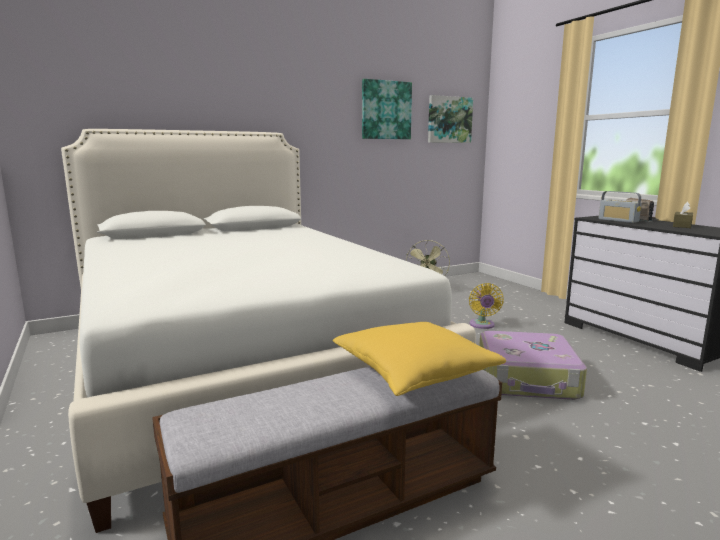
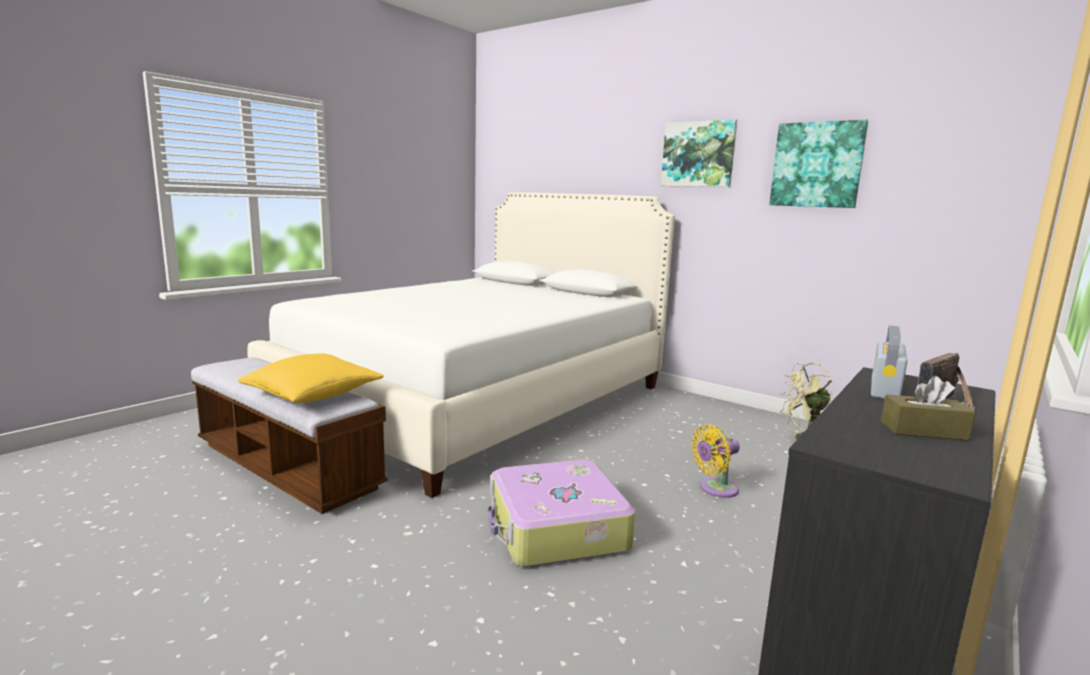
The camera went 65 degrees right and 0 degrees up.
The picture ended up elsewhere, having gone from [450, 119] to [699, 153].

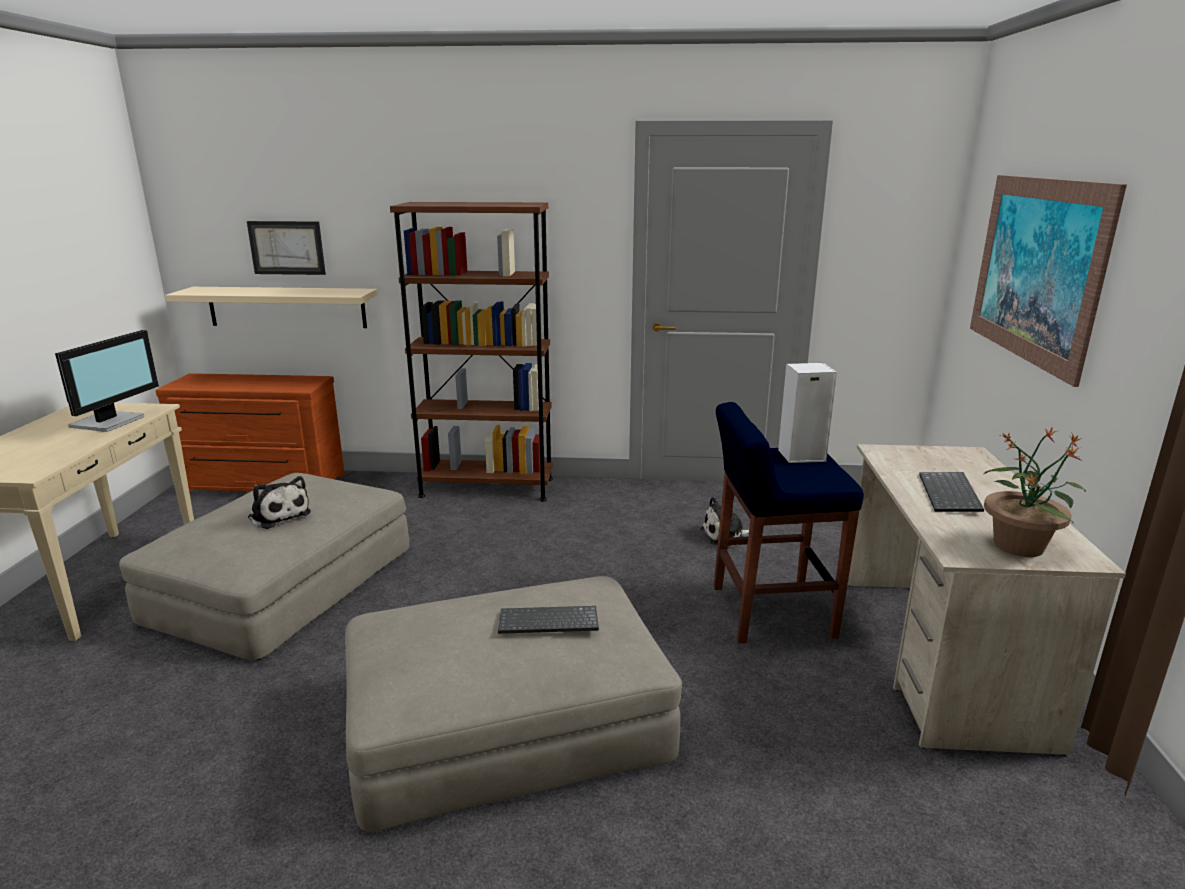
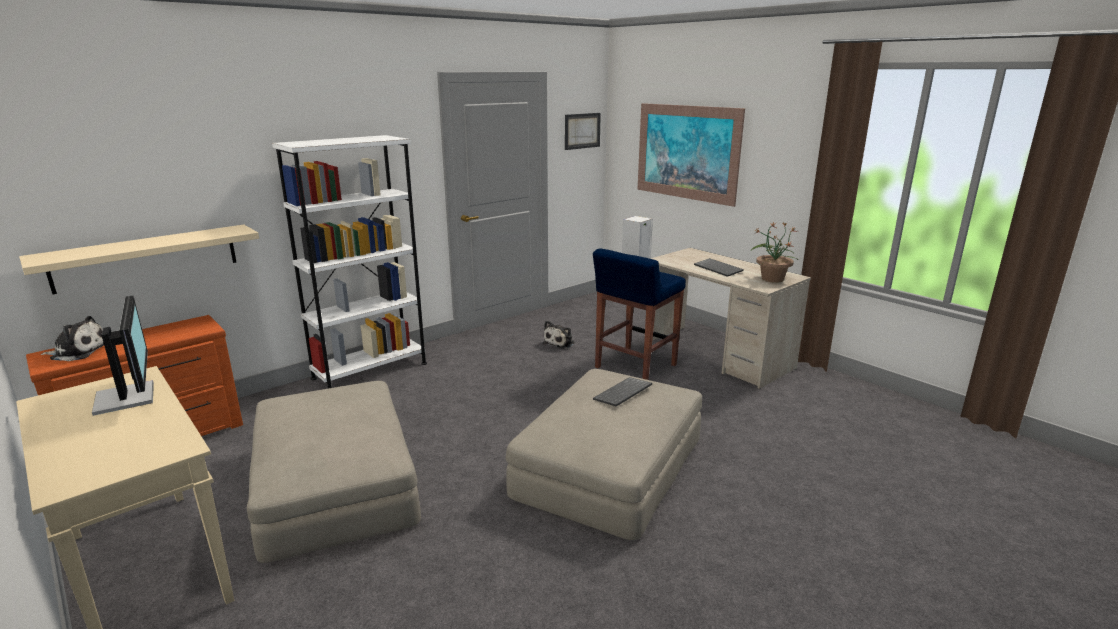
The camera went 45 degrees left and 0 degrees up.
The picture ended up elsewhere, having gone from [286, 248] to [583, 131].
The plush_toy ended up elsewhere, having gone from [279, 502] to [72, 338].
What was the brown_bookcase at [471, 351] turned into the white_bookcase at [349, 261].

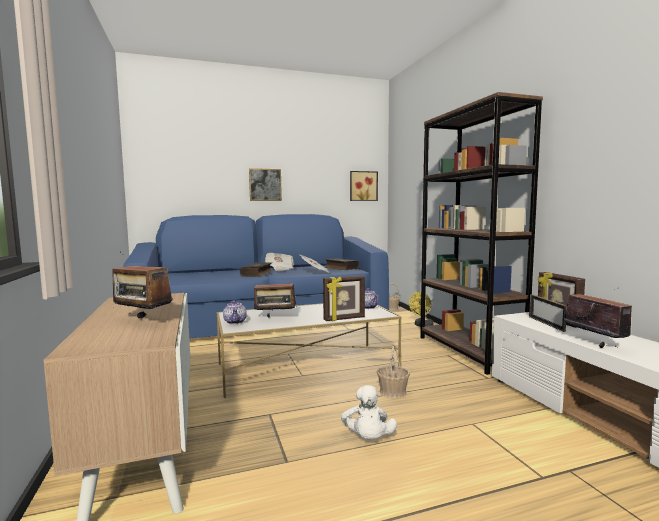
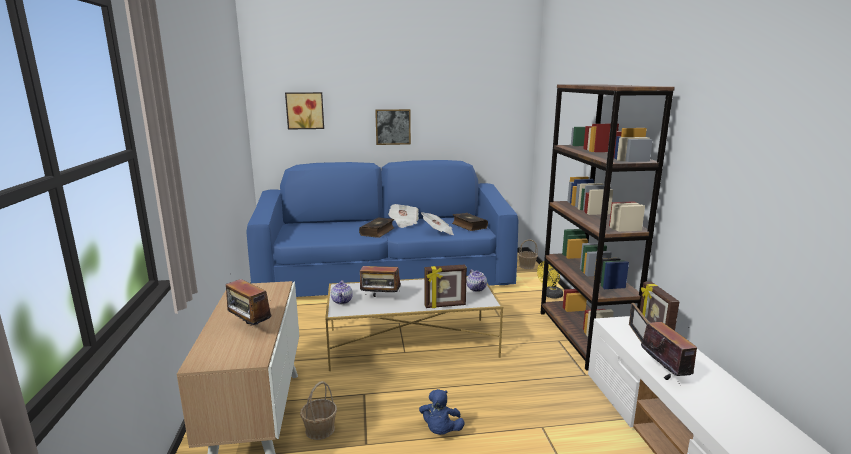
The camera went 10 degrees right and 10 degrees up.
What was the white_plush_toy at [369, 412] turned into the blue_plush_toy at [442, 412].
The picture ended up elsewhere, having gone from [364, 186] to [304, 111].
The basket ended up elsewhere, having gone from [393, 371] to [318, 410].

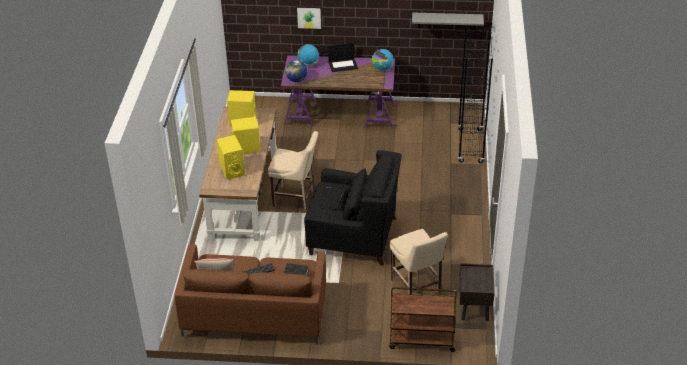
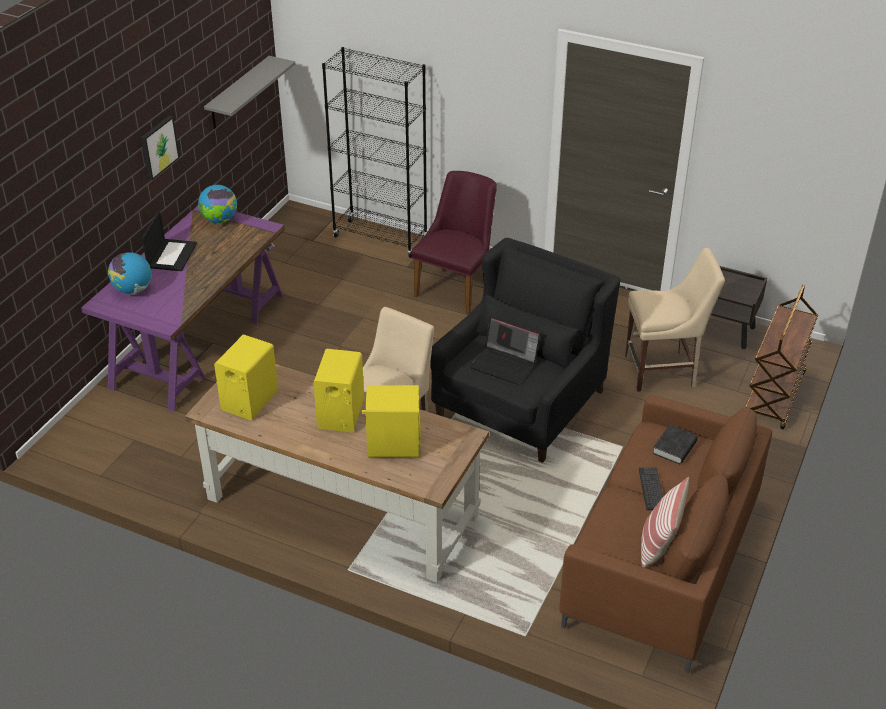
The camera went 70 degrees left and 0 degrees up.
The second view lost the globe at [296, 71].
The picture ended up elsewhere, having gone from [309, 17] to [160, 148].
The second view gained the purple_chair at [454, 242].

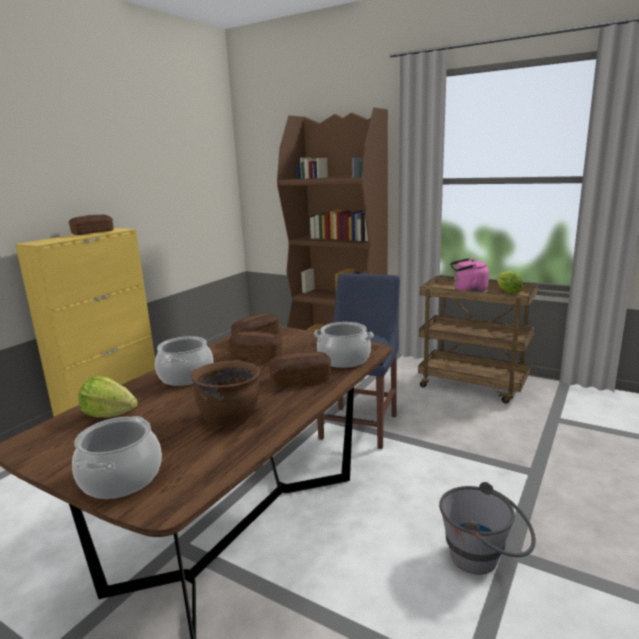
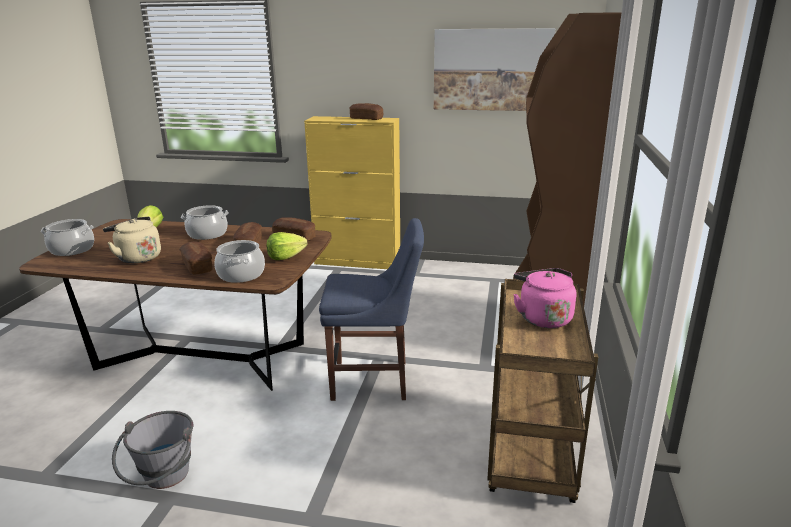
The camera went 70 degrees right and 5 degrees up.
Where the brown_cooking_pot stood at [225, 393], the beige_kettle came to stand at [132, 240].
The lettuce ended up elsewhere, having gone from [509, 282] to [287, 246].
The second view gained the picture at [494, 69].

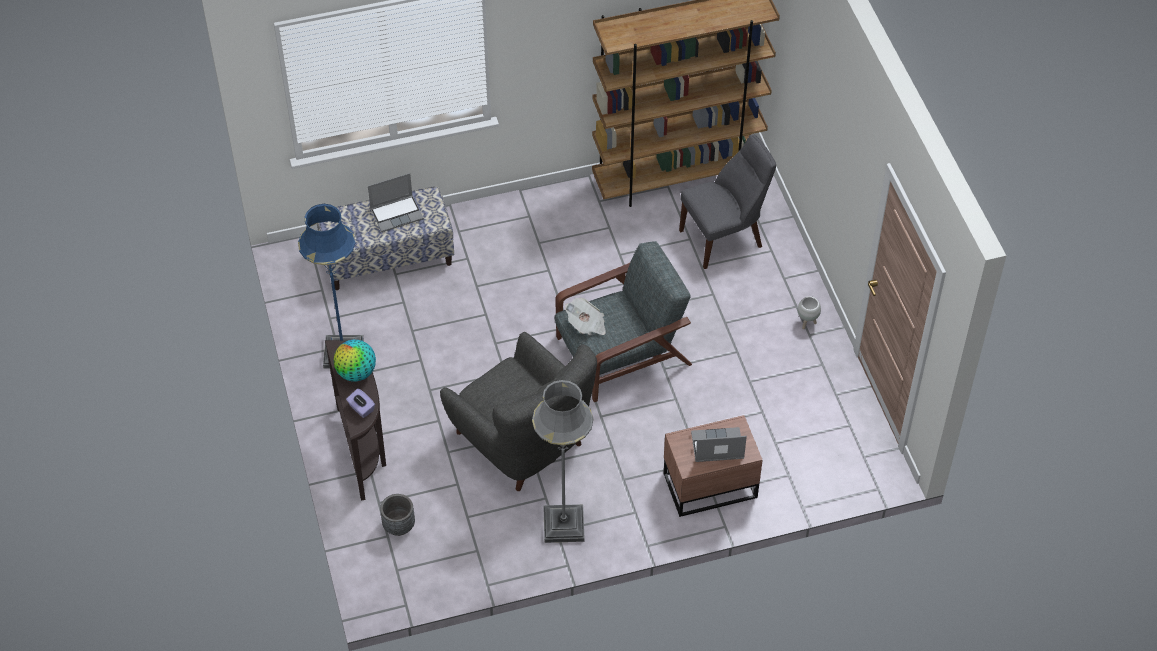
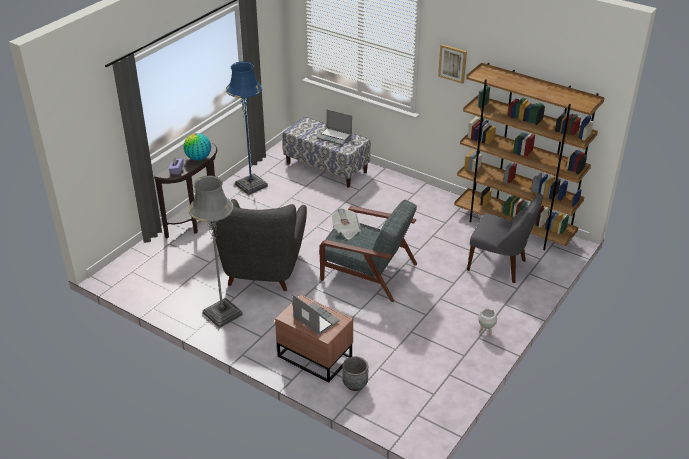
The camera went 50 degrees right and 15 degrees down.
The grey_planter ended up elsewhere, having gone from [397, 515] to [355, 374].
The second view gained the picture at [452, 64].

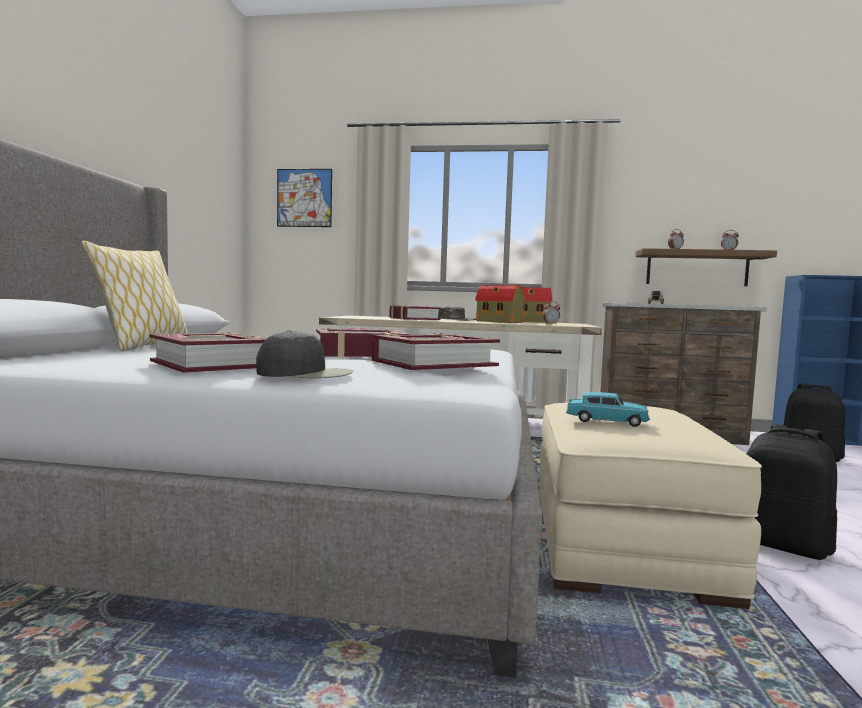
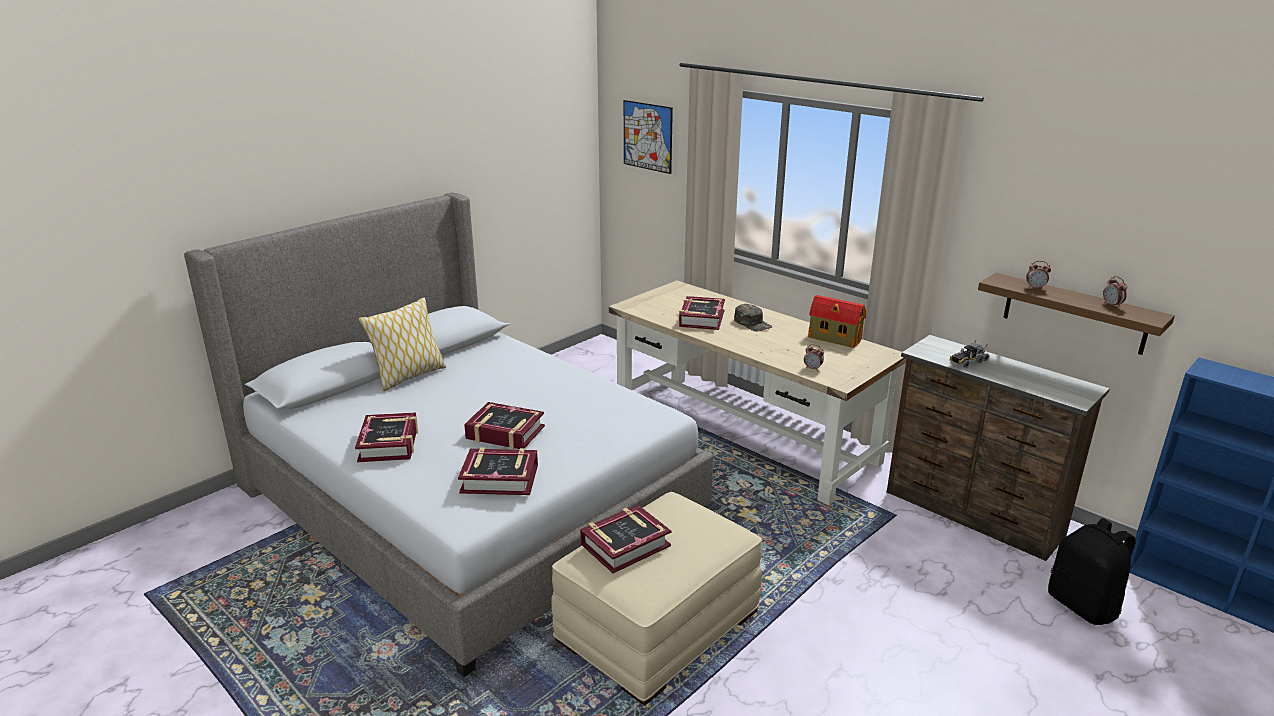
The camera went 35 degrees right and 20 degrees up.
The second view lost the black_cap at [304, 354].
The second view lost the toy_house at [500, 304].
Where the turquoise_toy_car stood at [608, 409], the book came to stand at [625, 539].
The second view lost the black_backpack at [791, 492].

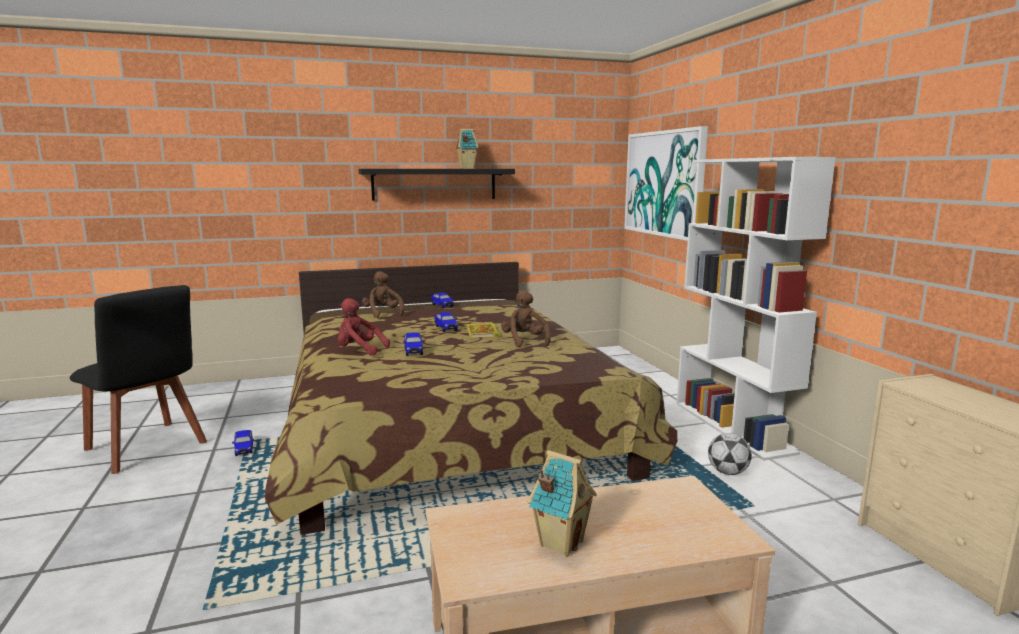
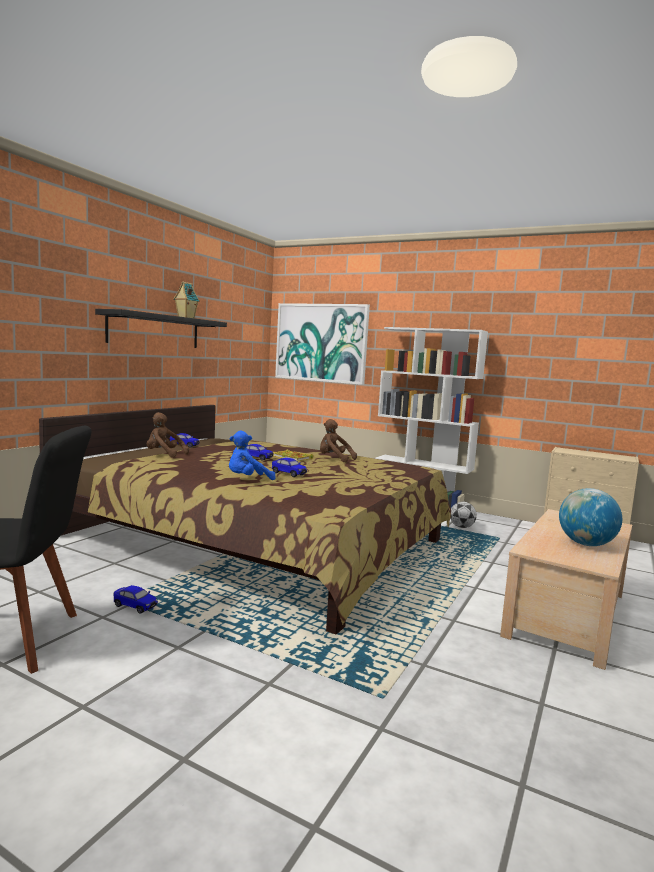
The camera went 45 degrees left and 5 degrees down.
What was the red_plush_toy at [364, 327] turned into the blue_plush_toy at [252, 455].
Where the toy_house stood at [562, 503], the globe came to stand at [590, 517].

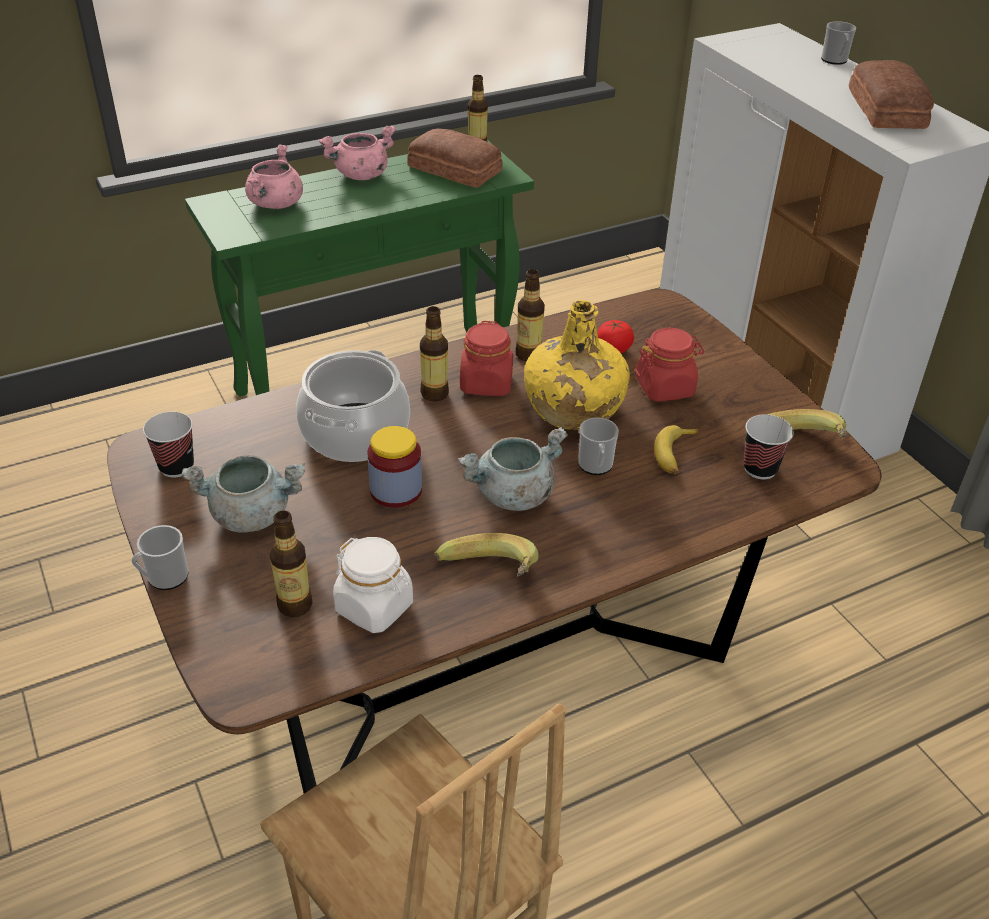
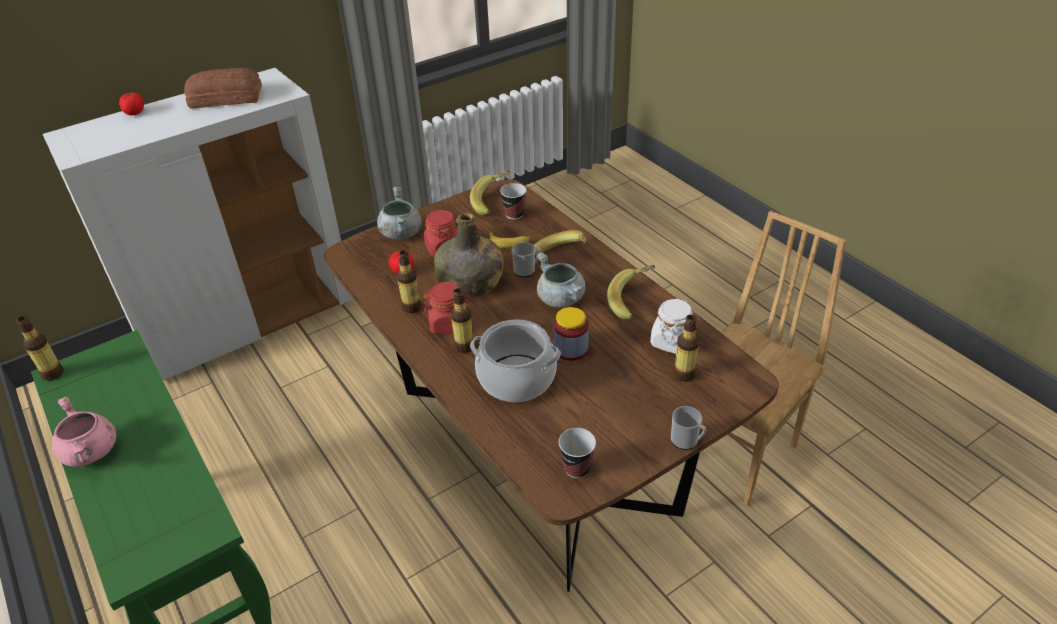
The camera went 95 degrees left and 0 degrees up.
The grey_cooking_pot ended up elsewhere, having gone from [243, 494] to [399, 213].
The second view lost the pink_cooking_pot at [274, 176].
The second view lost the bread at [455, 158].
What was the yellow_bottle at [577, 365] turned into the green_bottle at [469, 255].
Where the mug stood at [838, 43], the tomato came to stand at [131, 104].
The second view gained the banana at [560, 242].

